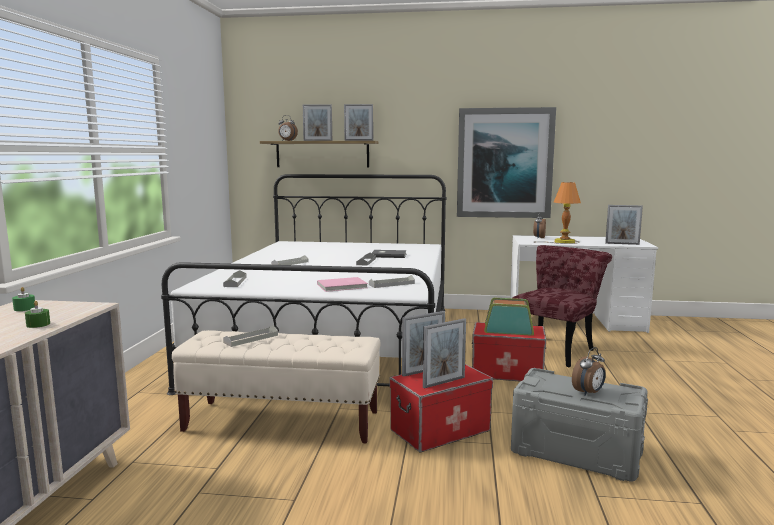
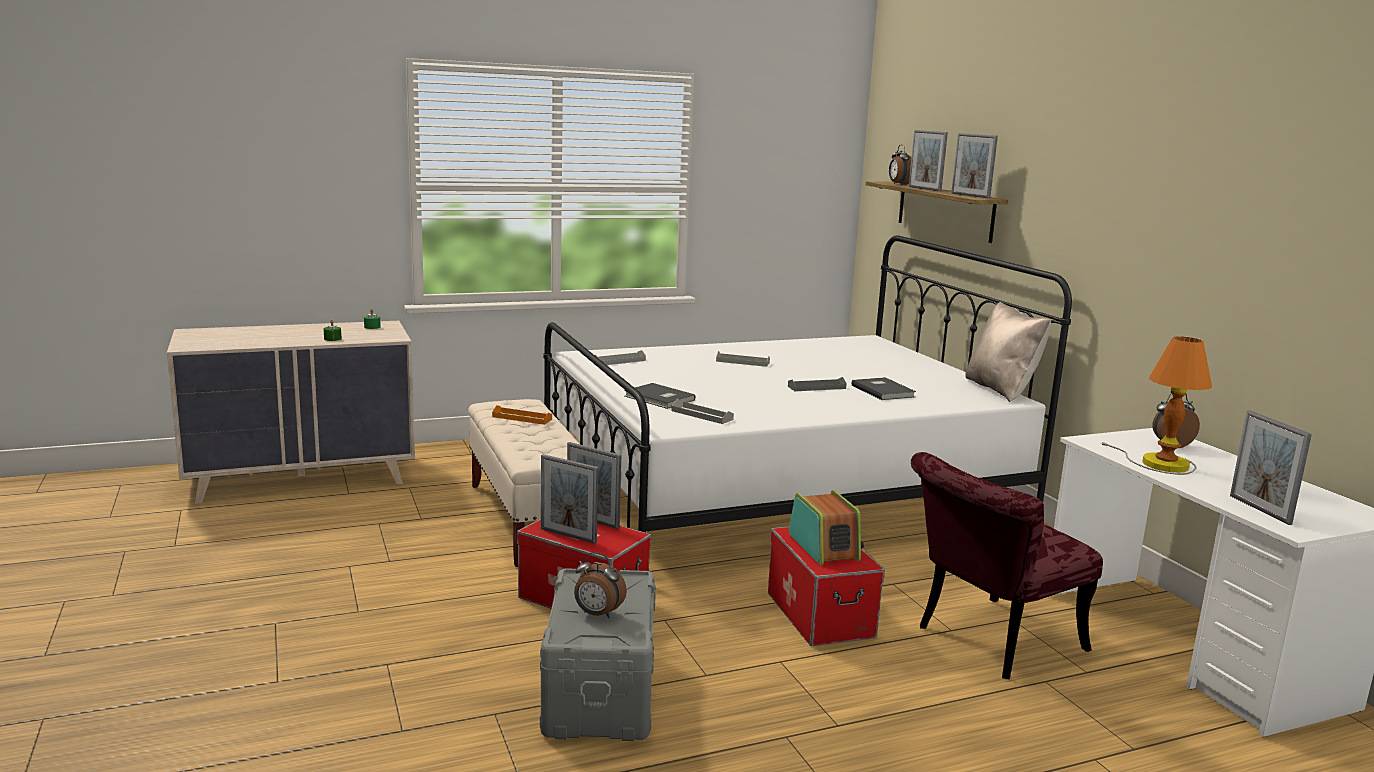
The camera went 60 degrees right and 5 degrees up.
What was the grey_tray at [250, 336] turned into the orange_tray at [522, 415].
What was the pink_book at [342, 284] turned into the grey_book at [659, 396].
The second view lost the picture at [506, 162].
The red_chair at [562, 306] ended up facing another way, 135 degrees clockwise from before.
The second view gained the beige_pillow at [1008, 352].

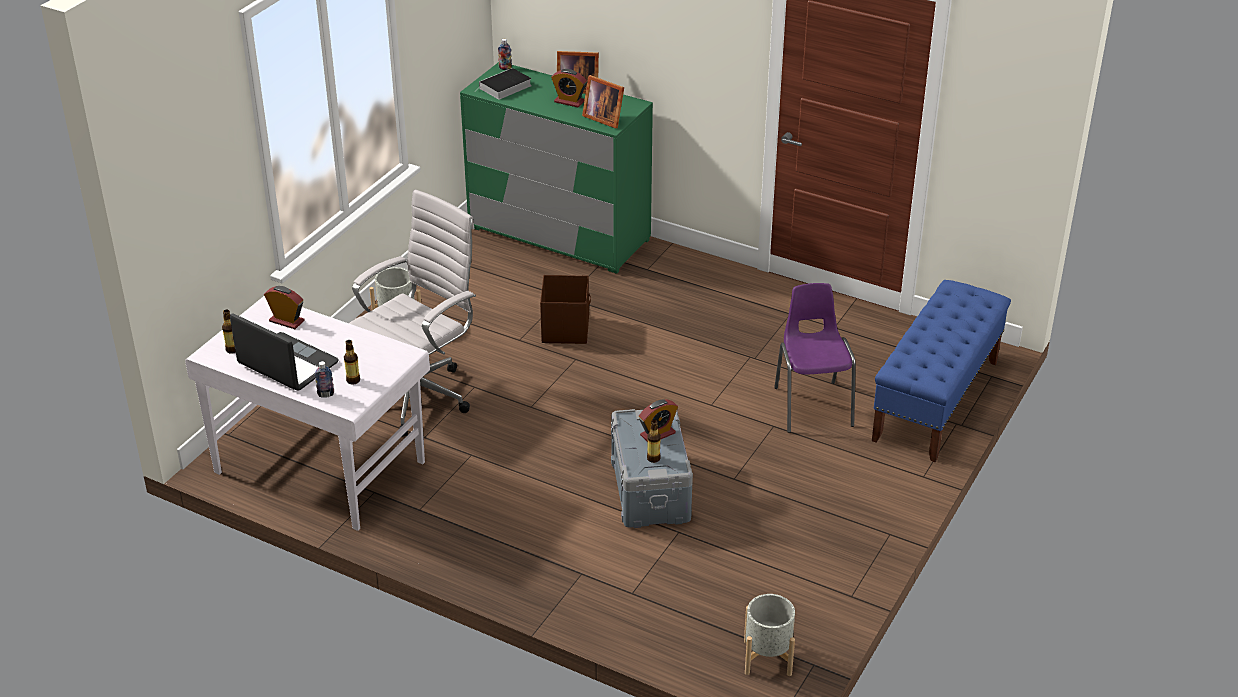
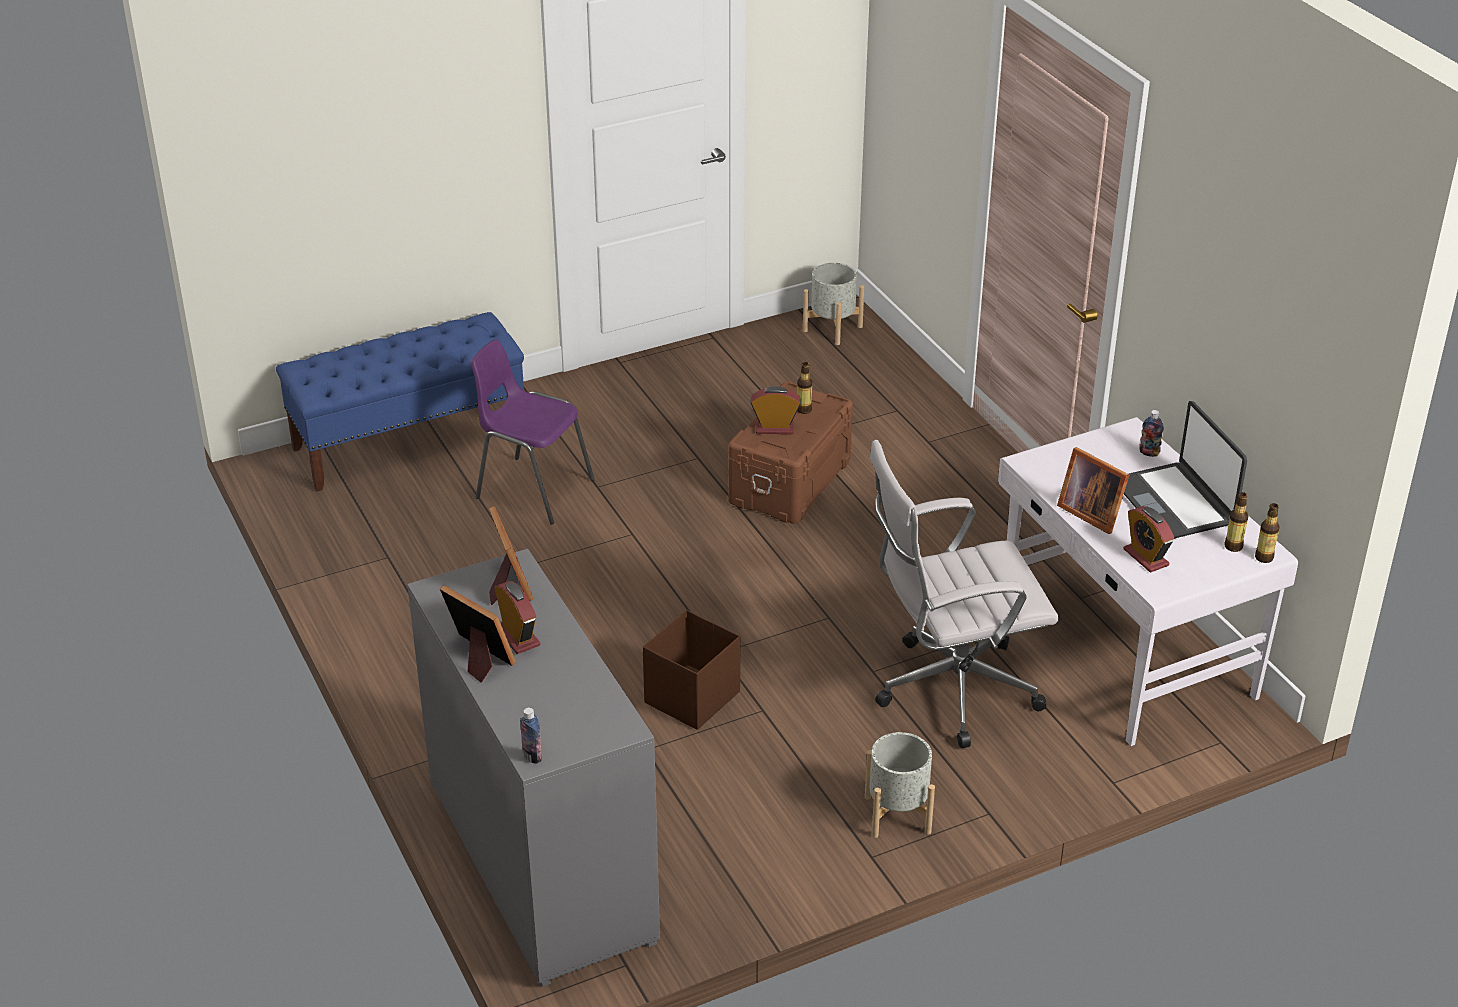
The camera went 145 degrees left and 0 degrees up.
The bottle ended up elsewhere, having gone from [352, 362] to [1267, 533].
What was the green_dresser at [556, 168] turned into the grey_dresser at [533, 768].
The second view lost the book at [503, 84].
What was the grey_storage_box at [652, 468] turned into the brown_storage_box at [790, 453].
The purple_chair at [815, 358] ended up facing another way, 90 degrees clockwise from before.
The second view gained the picture_frame at [1093, 490].

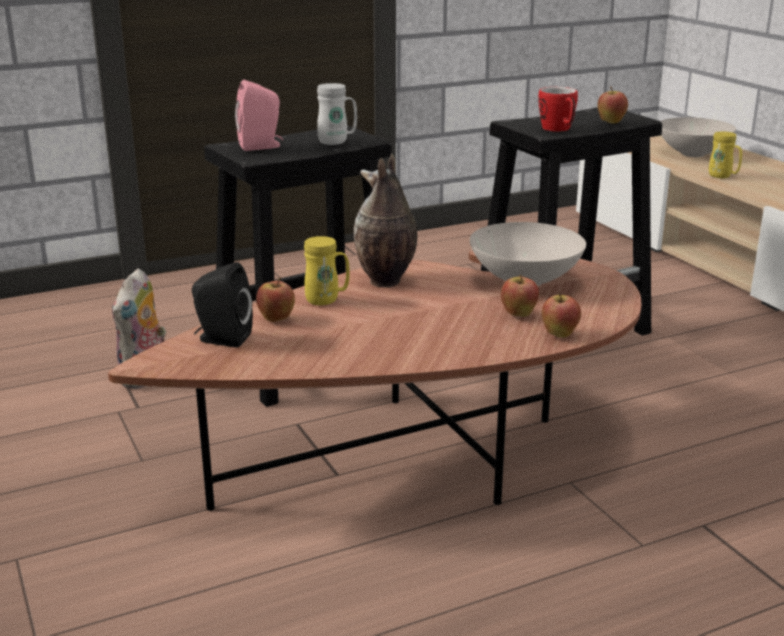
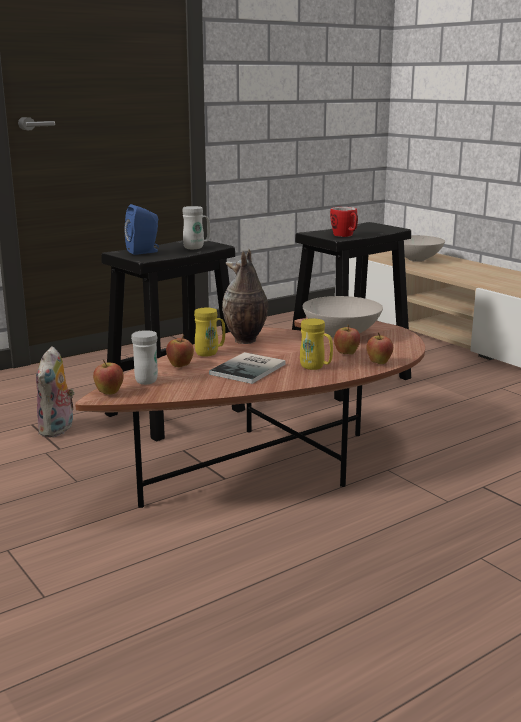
The camera went 10 degrees left and 5 degrees down.
Where the black_speaker stood at [222, 305], the white_mug came to stand at [144, 357].
What was the pink_speaker at [259, 115] turned into the blue_speaker at [141, 229].
The apple ended up elsewhere, having gone from [613, 105] to [108, 377].
The yellow_mug ended up elsewhere, having gone from [725, 154] to [316, 344].
The second view gained the book at [247, 368].

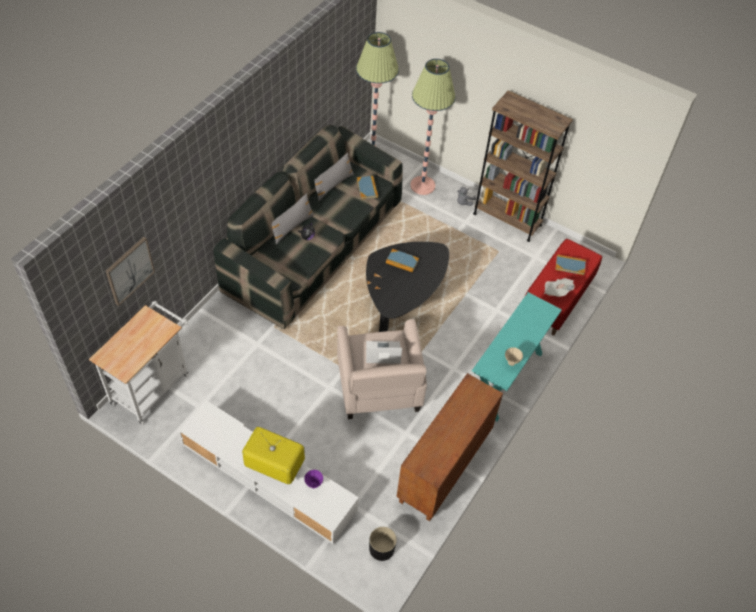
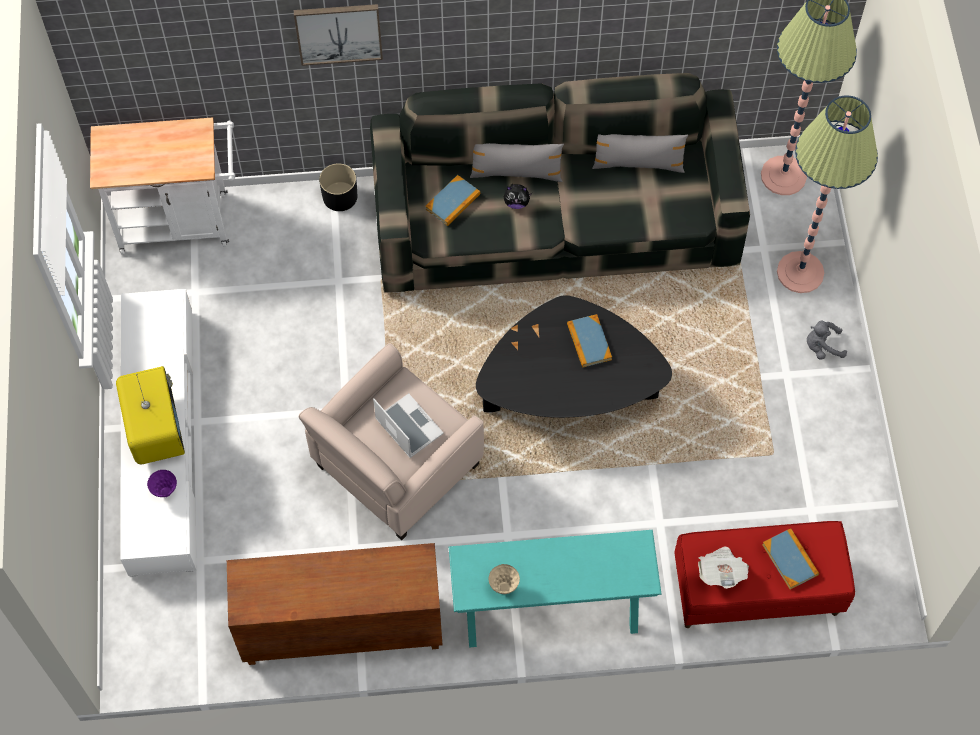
The camera went 55 degrees right and 10 degrees up.
The picture ended up elsewhere, having gone from [130, 271] to [338, 35].
The book ended up elsewhere, having gone from [367, 187] to [452, 200].
The black_planter ended up elsewhere, having gone from [383, 544] to [338, 187].
The second view lost the brown_bookcase at [523, 166].

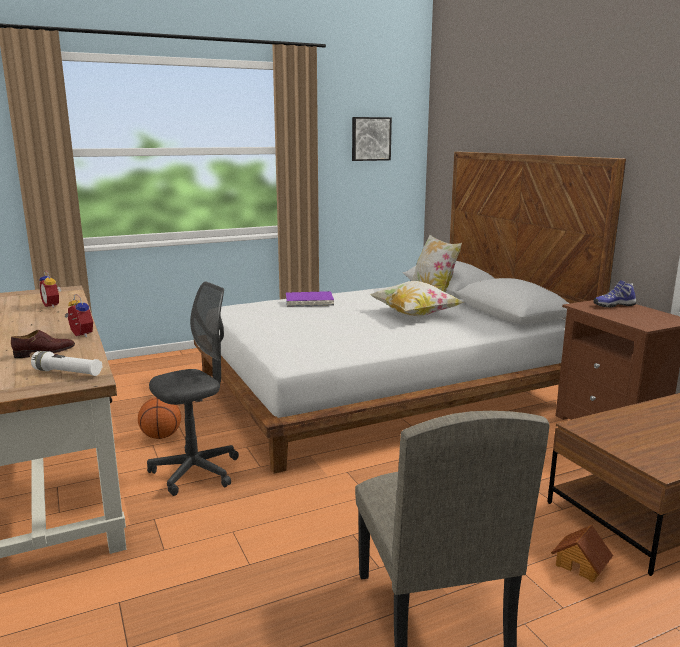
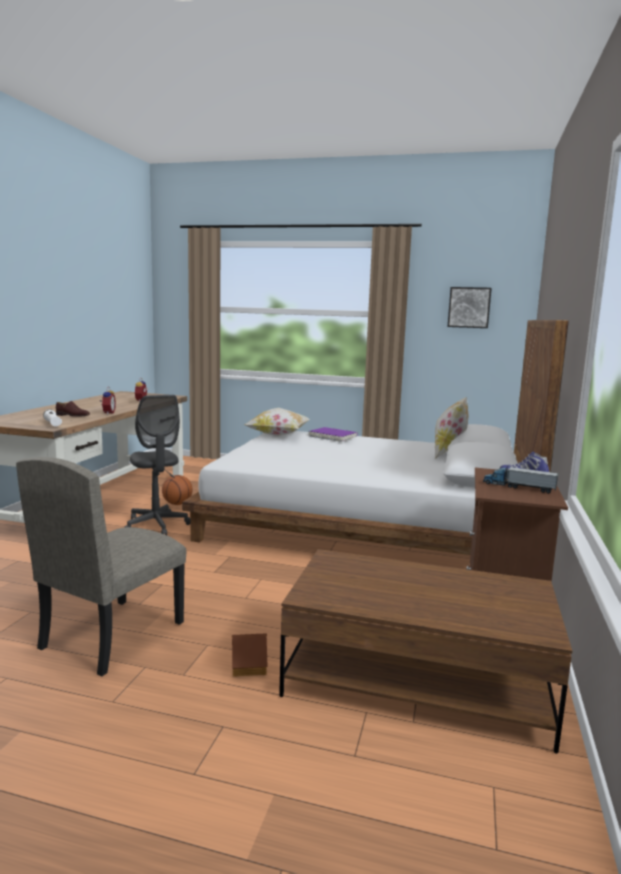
The camera went 40 degrees right and 5 degrees down.
The grey_office_chair at [193, 388] ended up facing another way, 60 degrees clockwise from before.
The pillow ended up elsewhere, having gone from [416, 299] to [277, 422].
The second view gained the toy_truck at [521, 479].

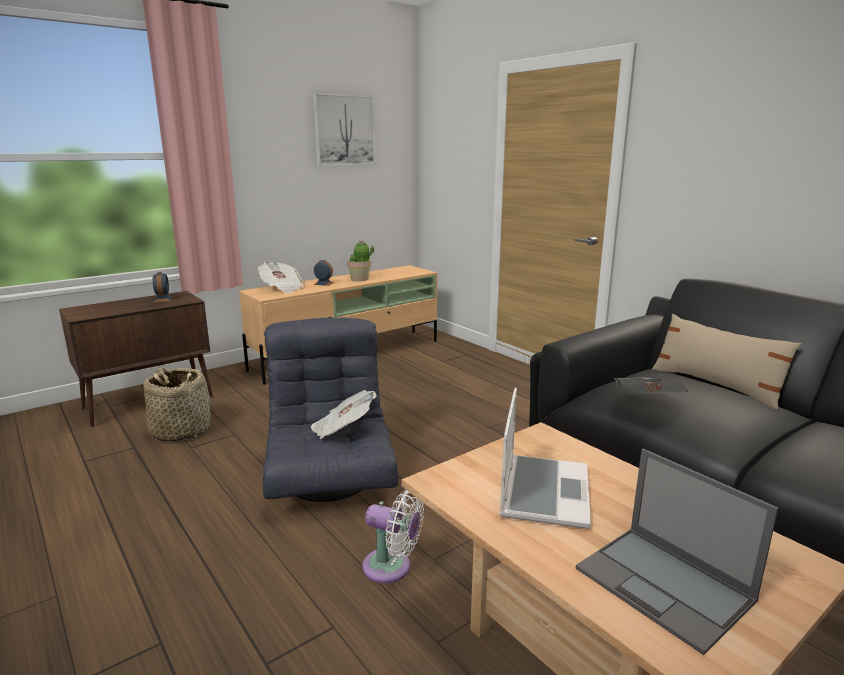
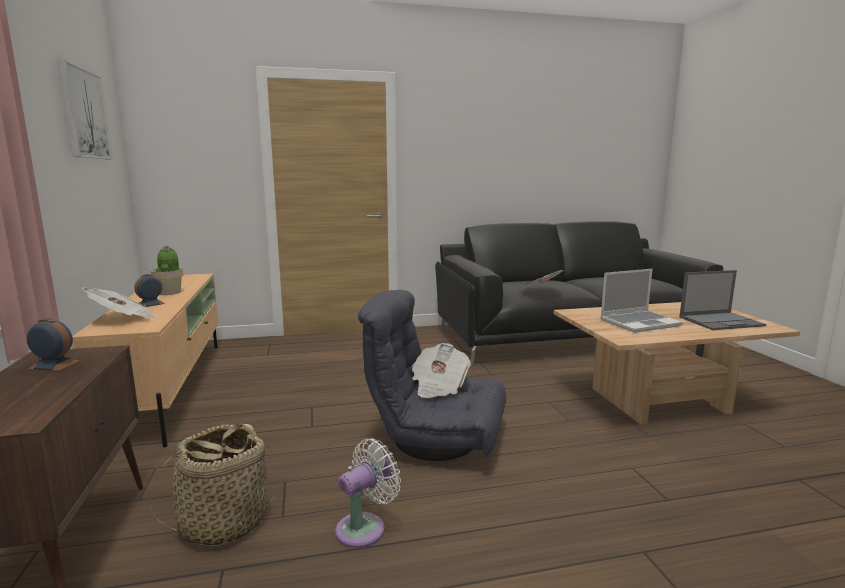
The camera went 65 degrees left and 5 degrees down.
The white_fan ended up elsewhere, having gone from [393, 536] to [368, 493].
The laptop at [545, 458] ended up facing another way, 120 degrees clockwise from before.
The second view lost the beige_pillow at [727, 362].

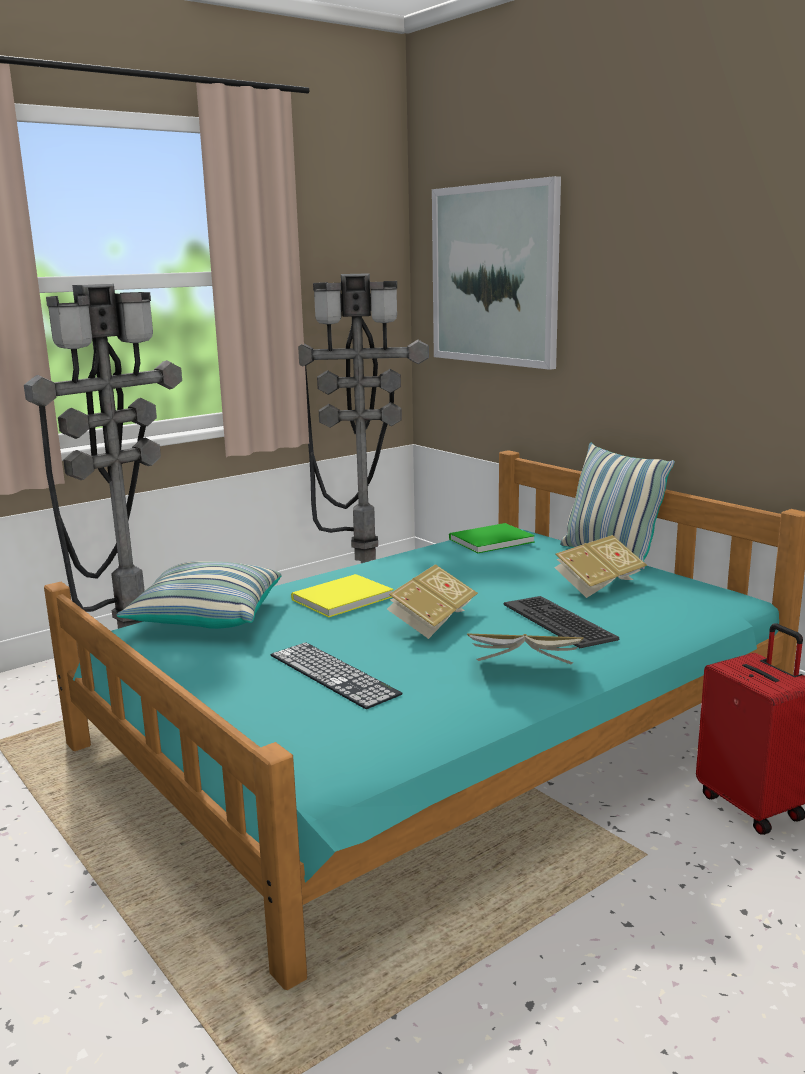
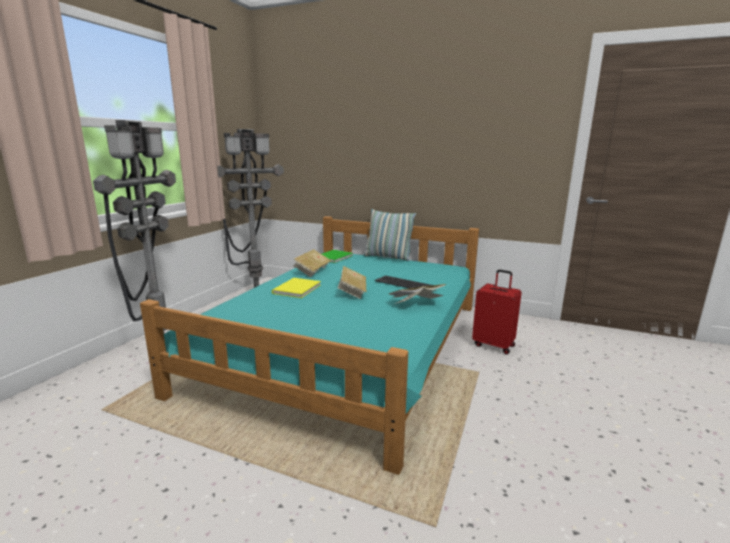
The camera went 30 degrees left and 0 degrees up.
The second view lost the pillow at [199, 595].
The second view lost the keyboard at [337, 675].
The second view lost the picture at [496, 273].
The book ended up elsewhere, having gone from [600, 566] to [312, 263].

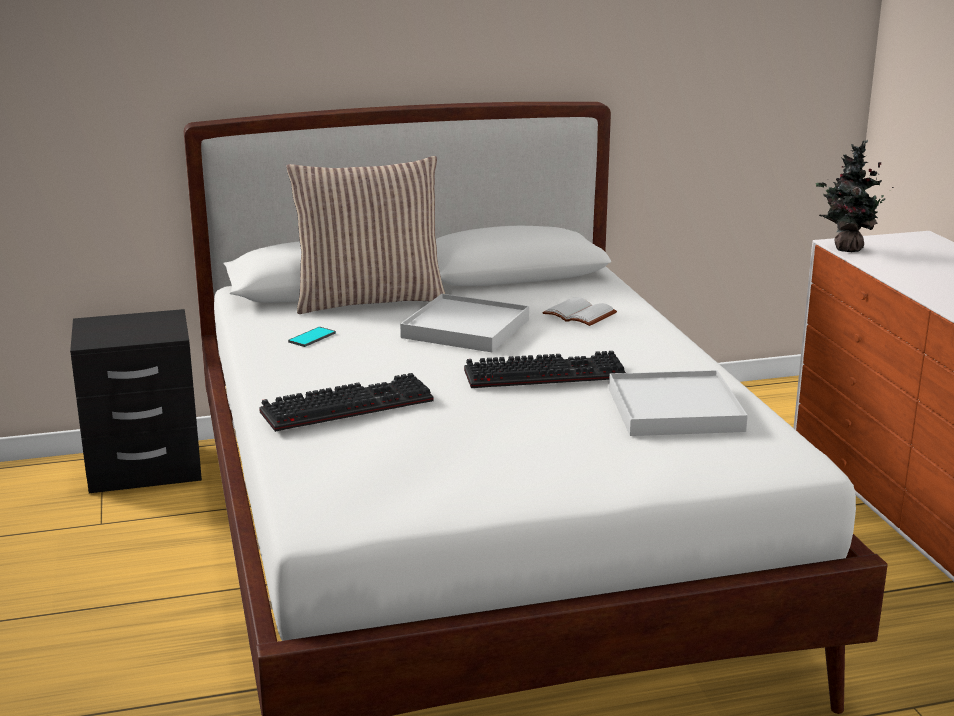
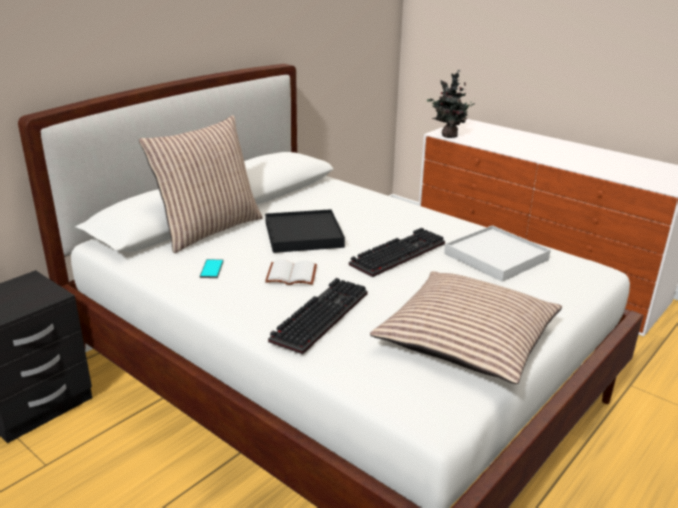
The camera went 35 degrees left and 5 degrees up.
What was the white_tray at [464, 323] turned into the black_tray at [305, 231].
The white_book ended up elsewhere, having gone from [579, 311] to [291, 272].
The second view gained the pillow at [466, 327].

